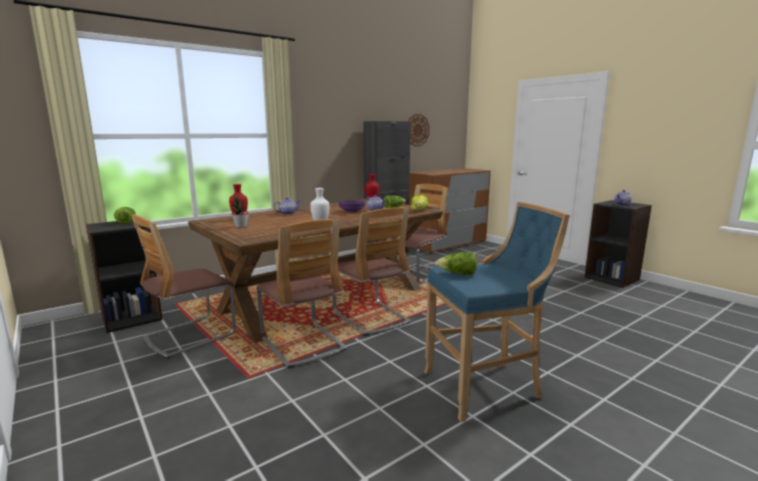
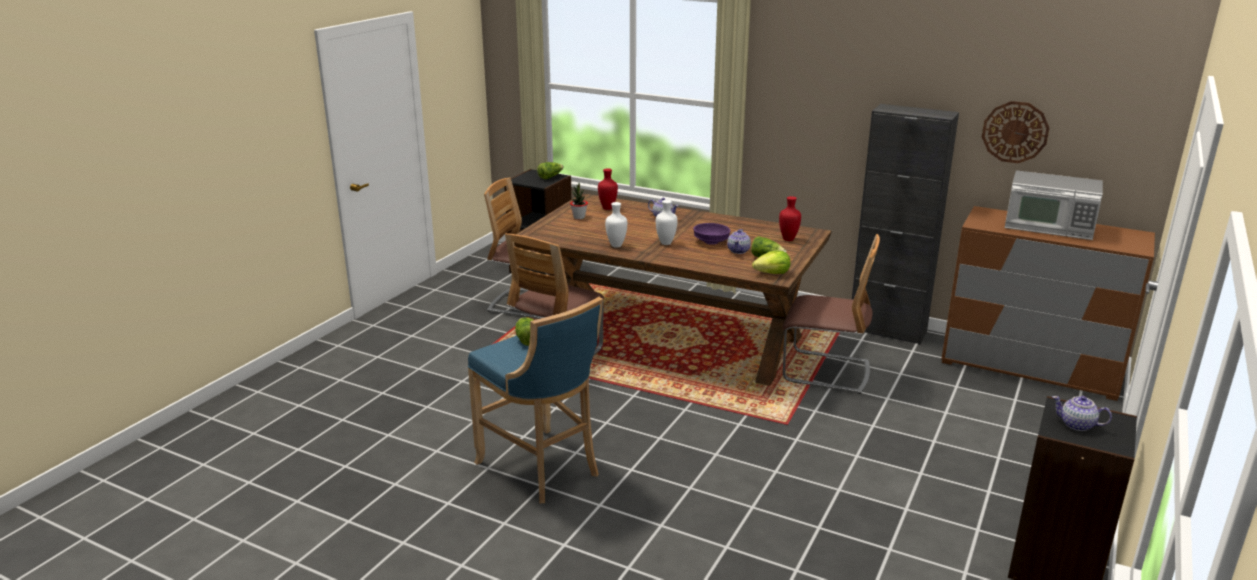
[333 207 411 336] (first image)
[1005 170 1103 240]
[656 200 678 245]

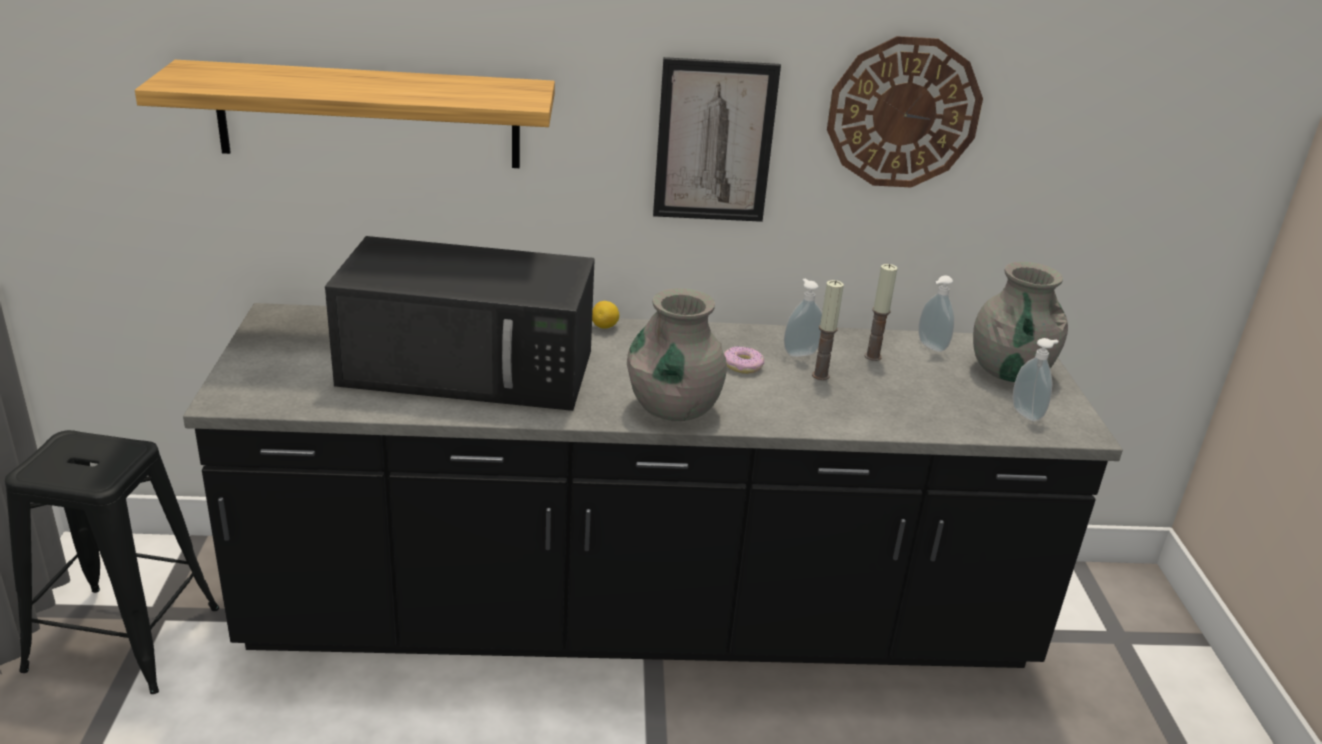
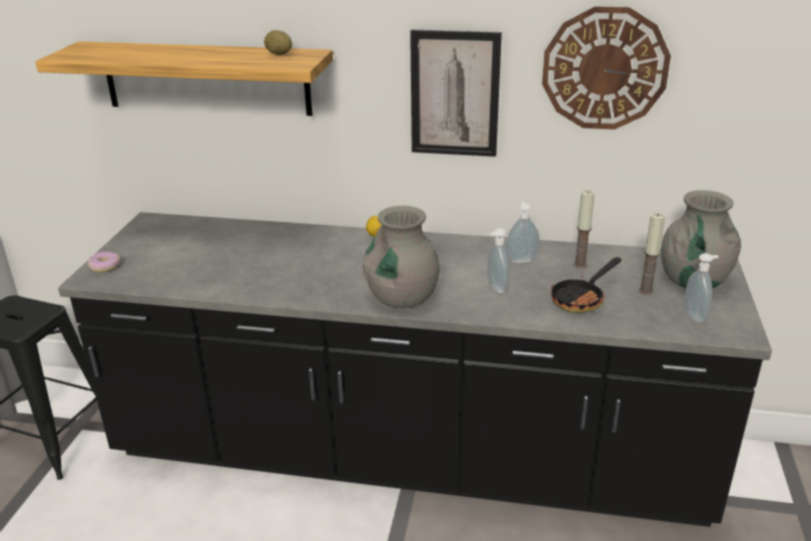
[325 236 595 411] (first image)
[488 228 509 294]
[639 213 665 295]
[87 251 120 272]
[264 30 292 55]
[551 257 621 313]

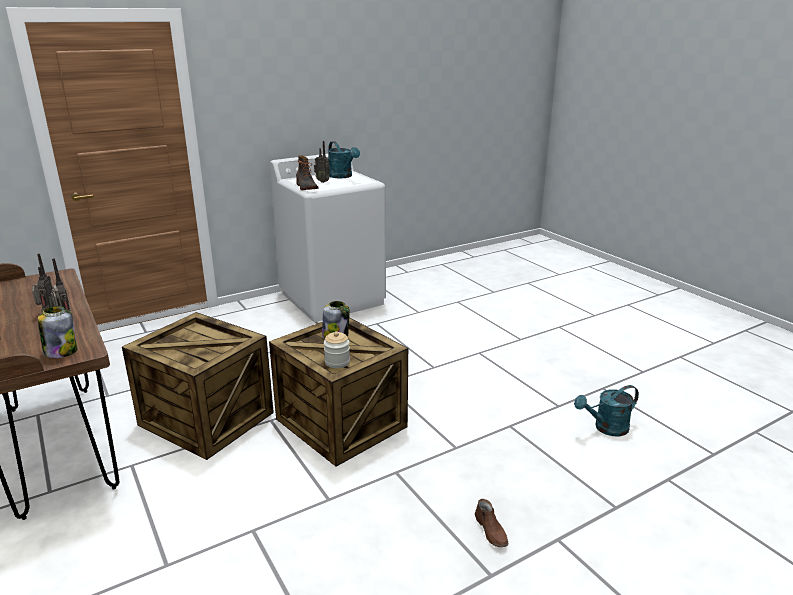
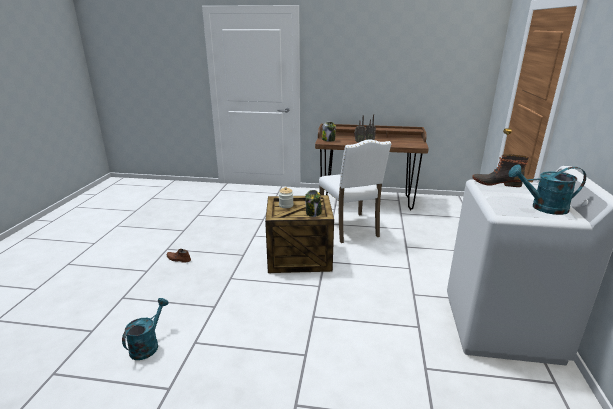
[314 141 330 183] (first image)
[319 139 391 243]

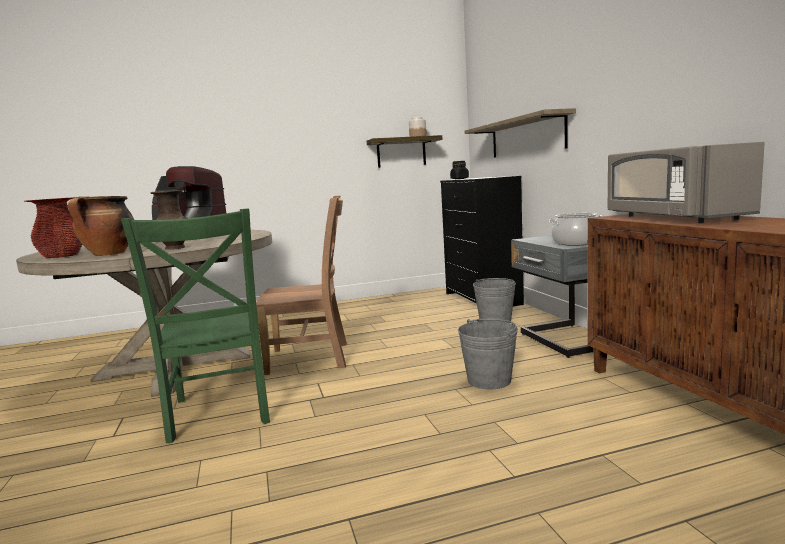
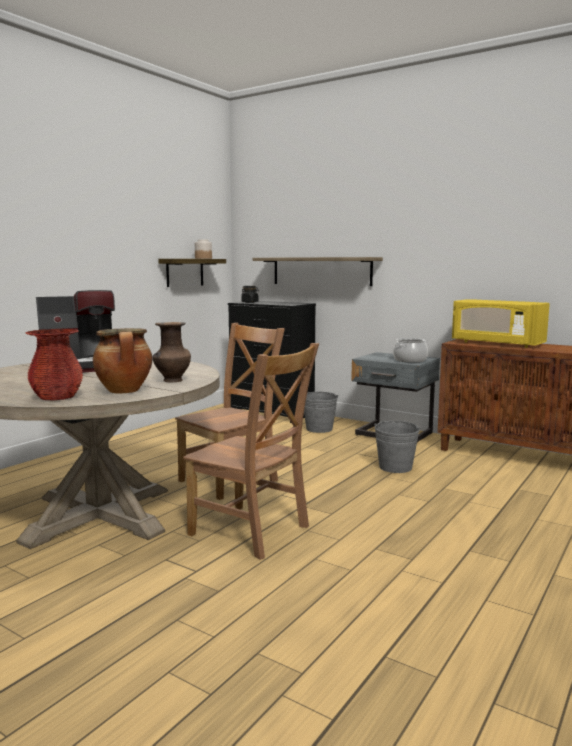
[452 299 550 348]
[183 343 319 560]

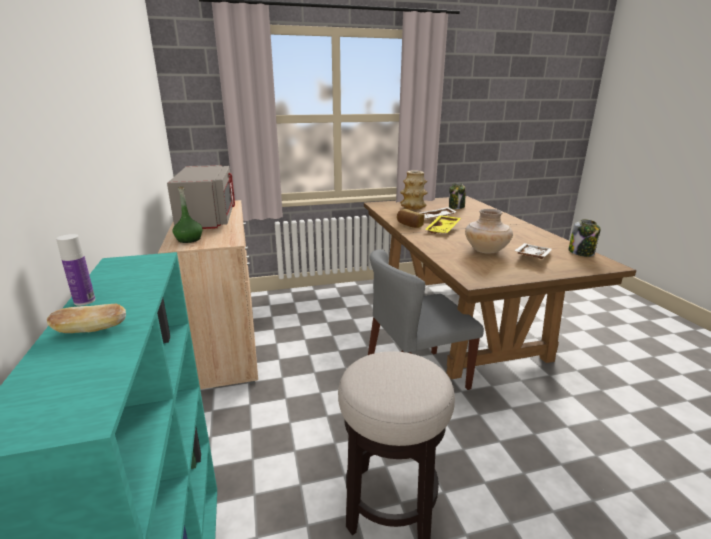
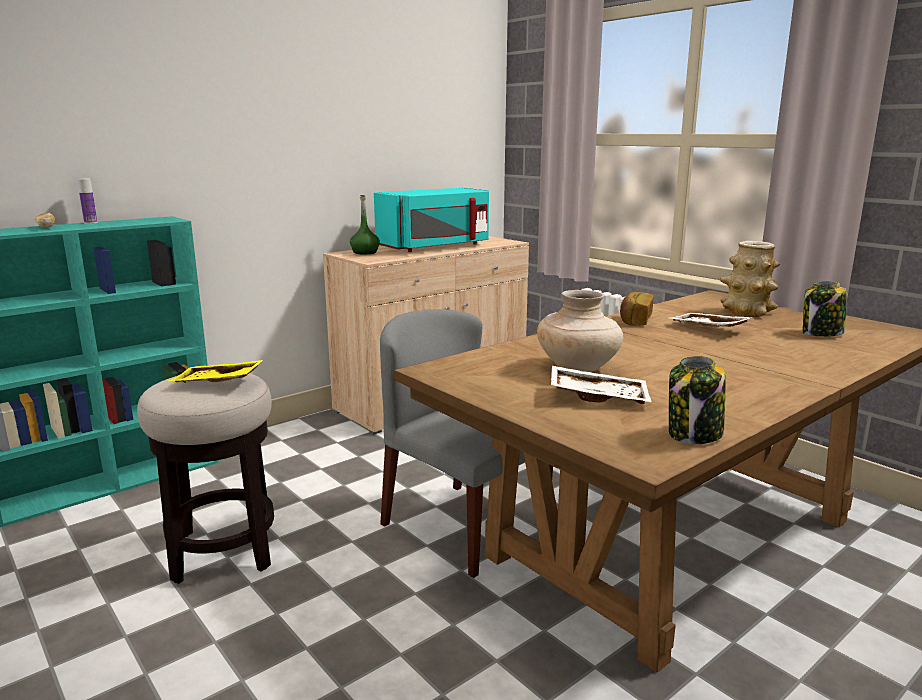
[374 188 489 252]
[169 360 264 383]

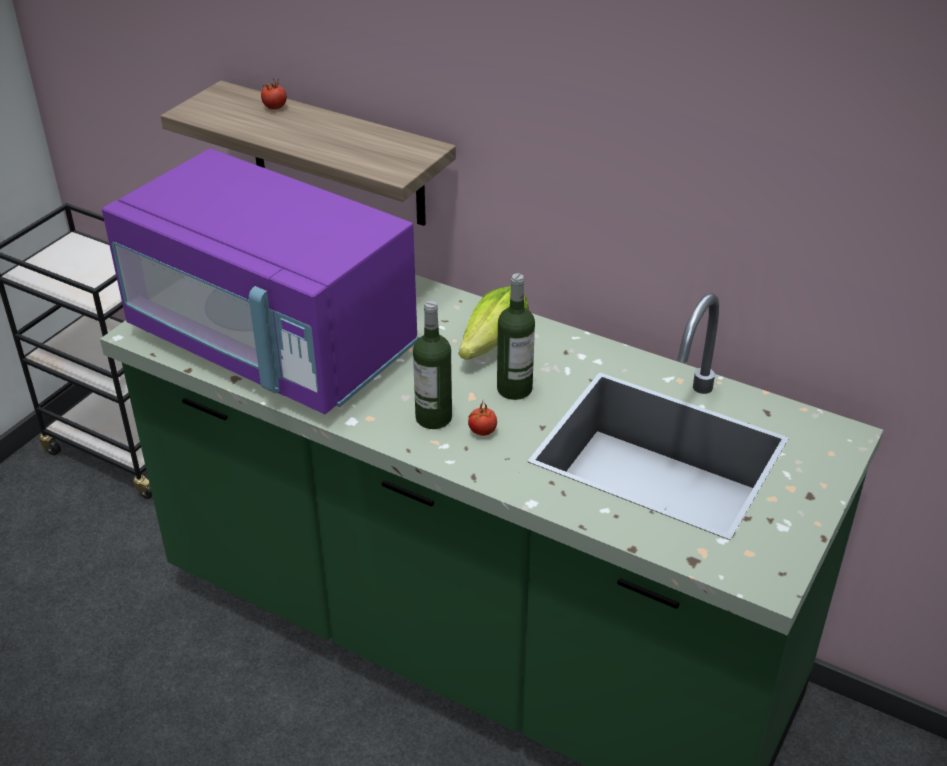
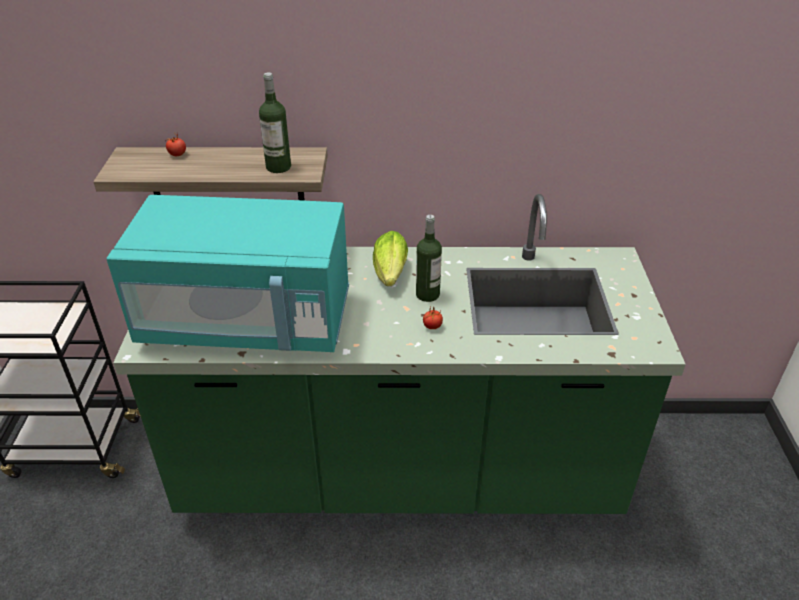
[106 195 349 352]
[259 73 291 173]

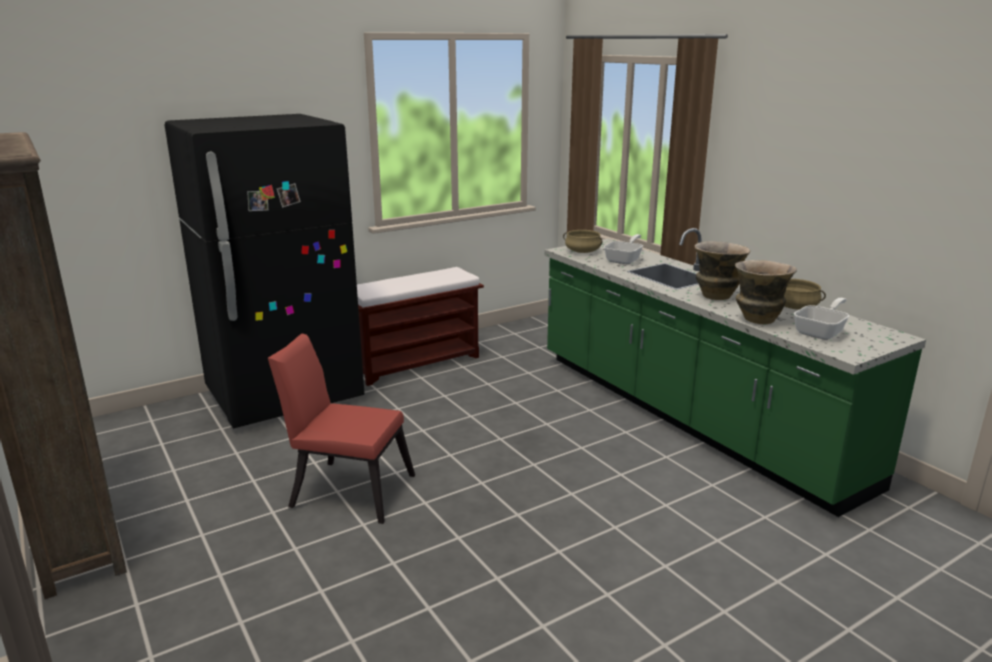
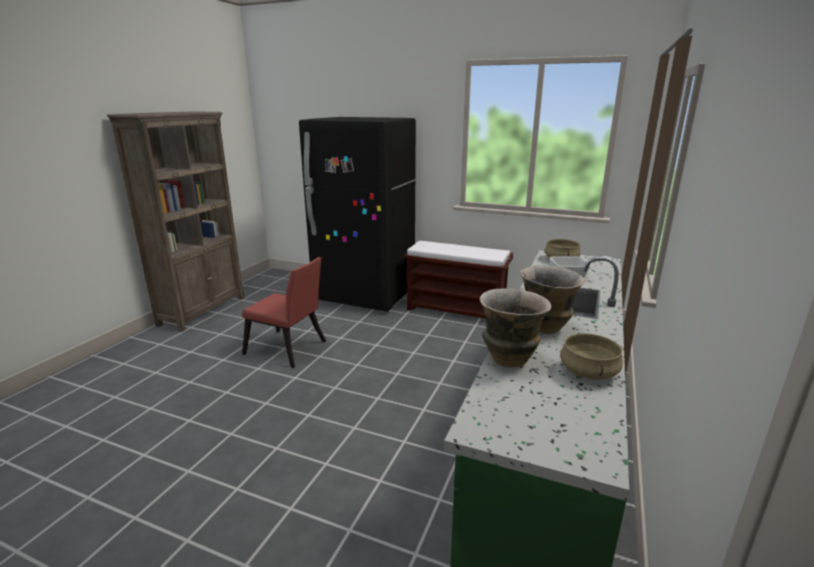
[794 298 850 340] (first image)
[242 257 326 368]

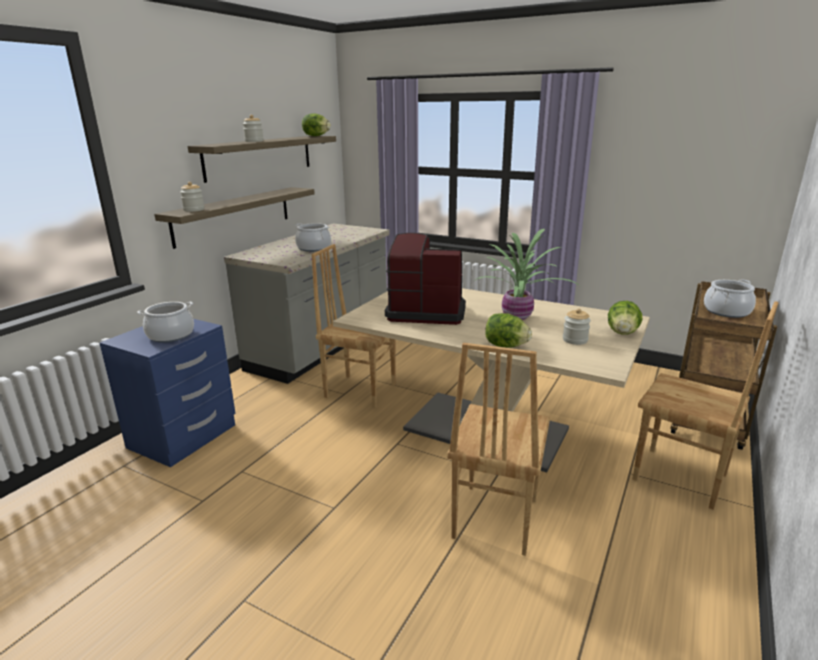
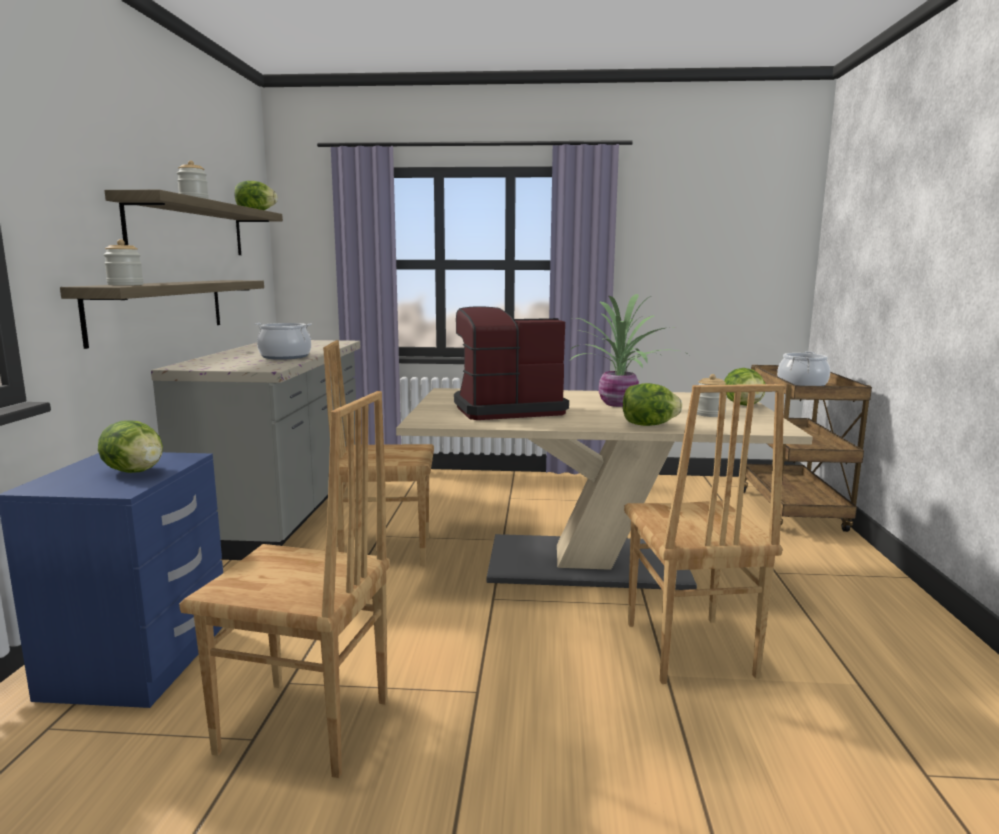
[179 391 390 778]
[98 421 163 473]

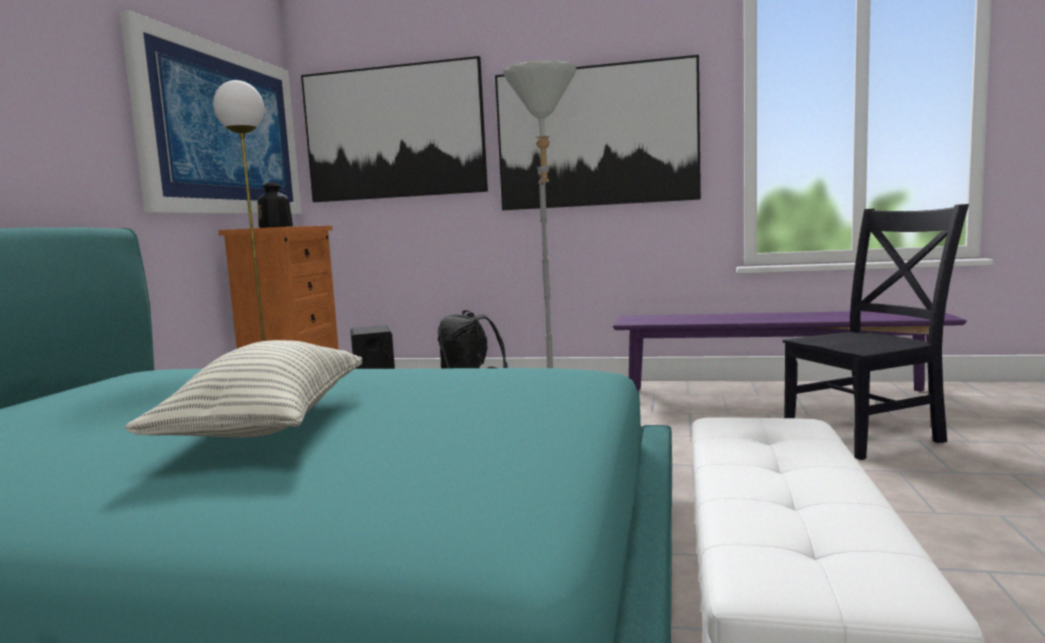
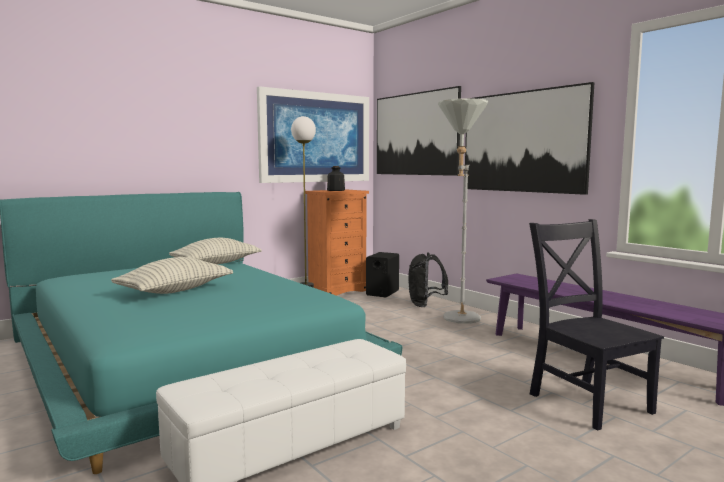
[529 219 664 431]
[169 238 261 264]

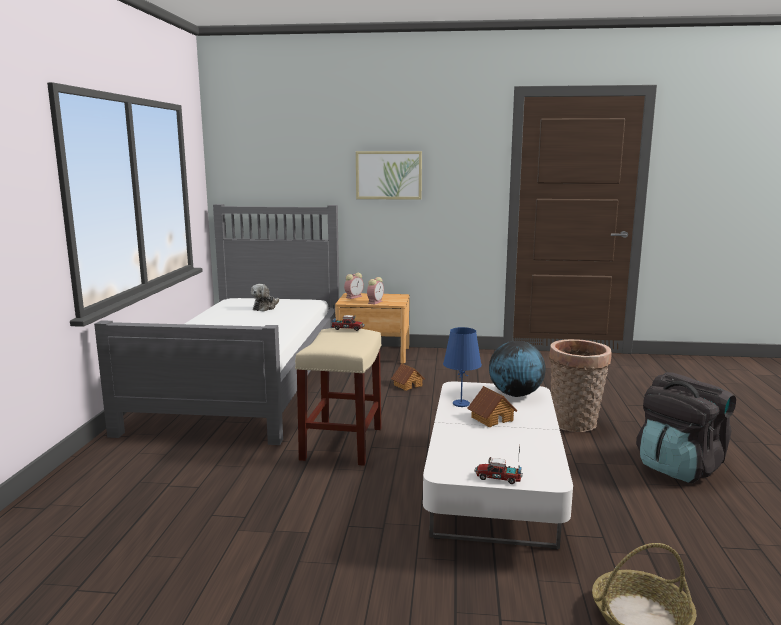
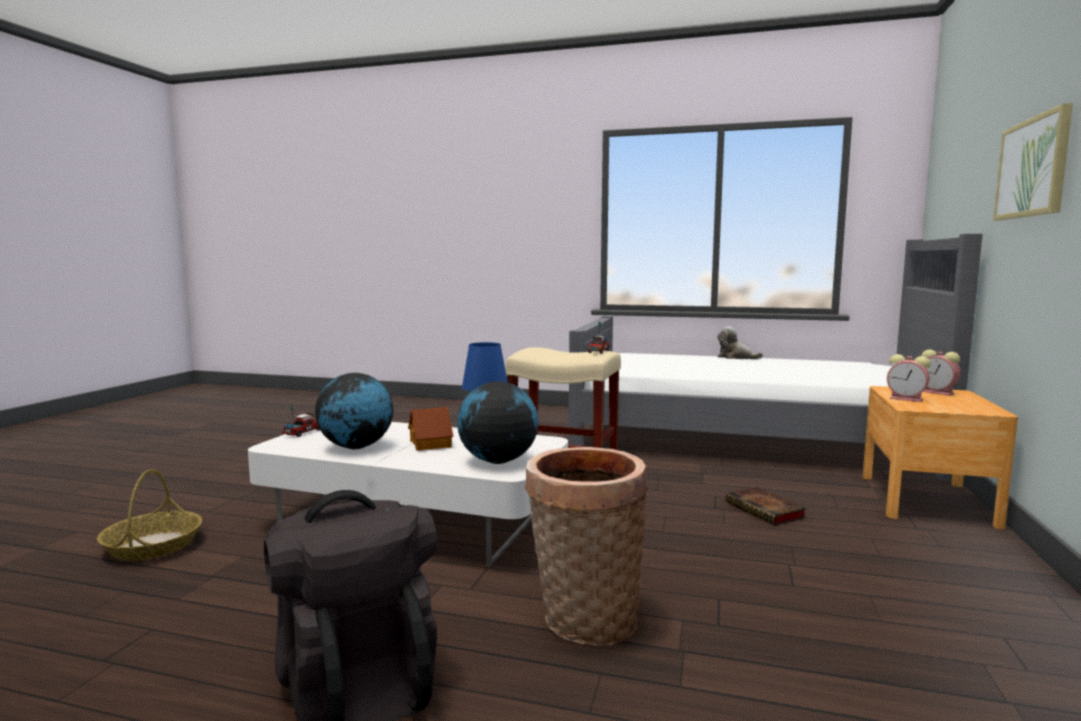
[717 327 763 359]
[726 487 807 525]
[315 373 393 449]

